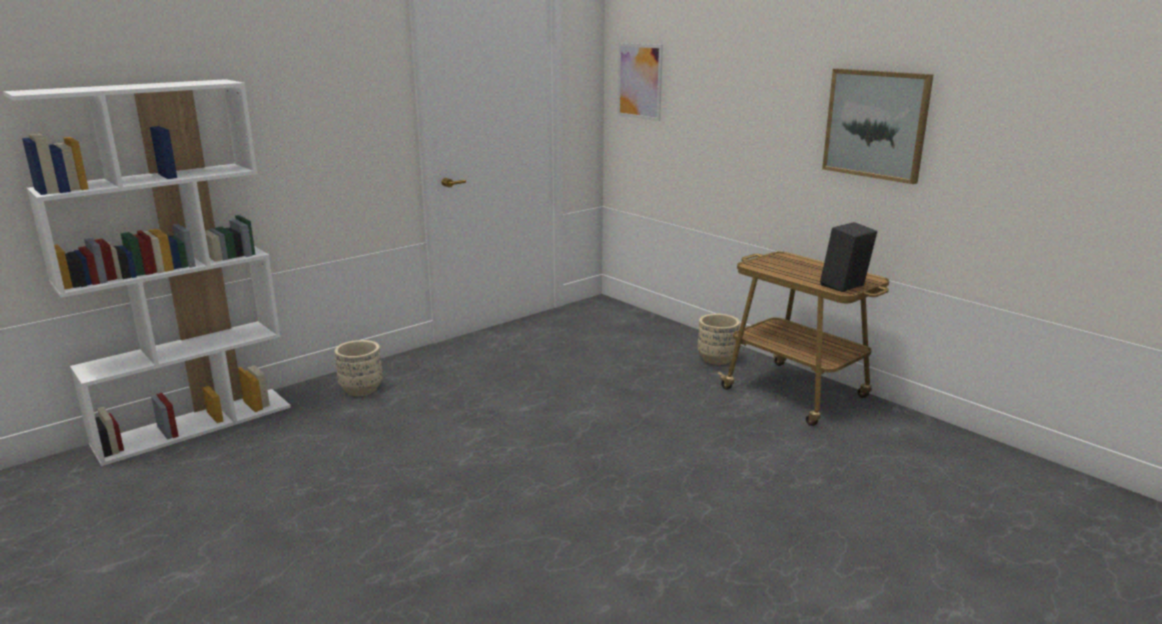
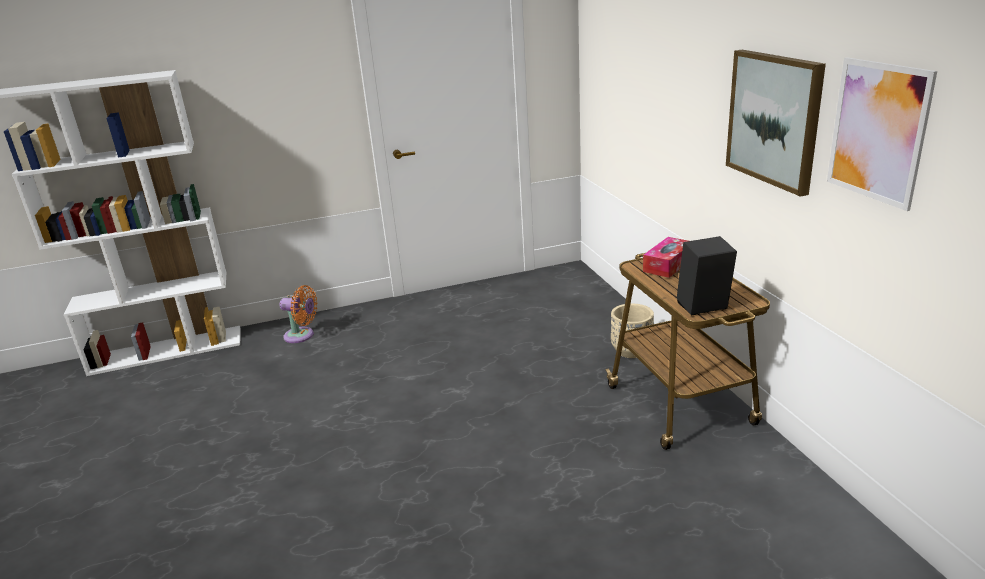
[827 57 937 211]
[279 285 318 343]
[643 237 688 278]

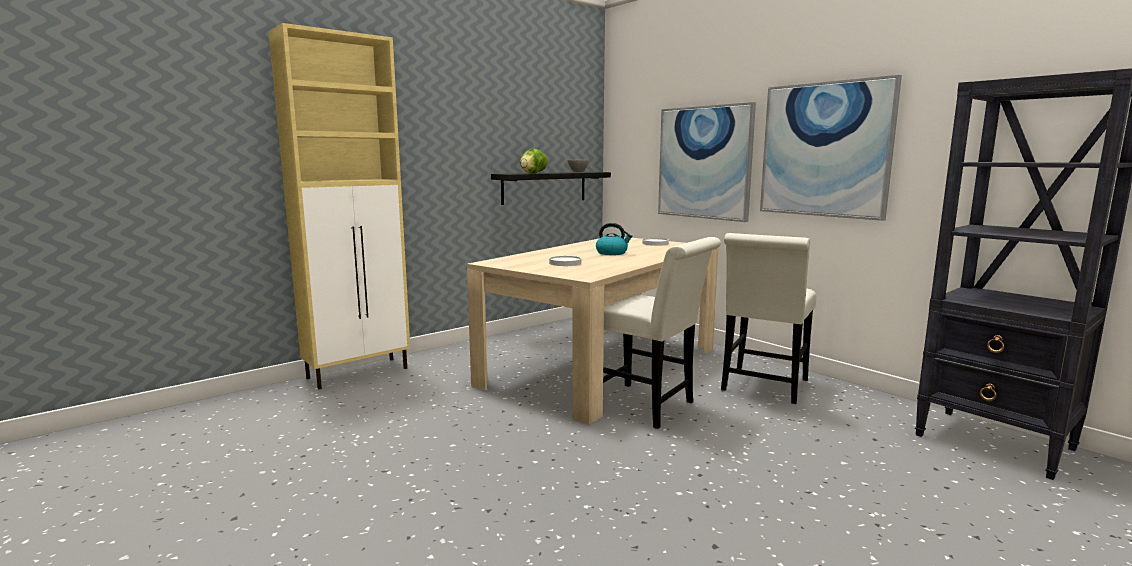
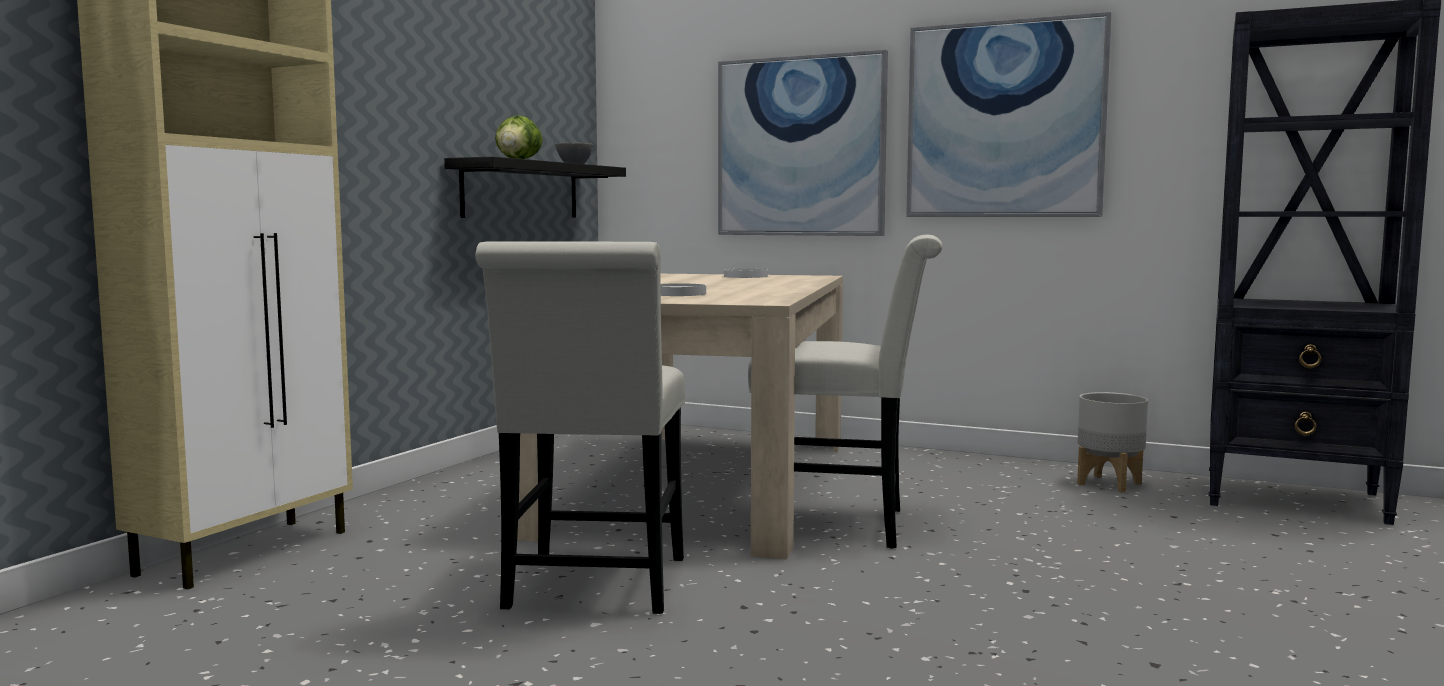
[596 223 632 255] (first image)
[475 241 685 614]
[1077 392 1148 493]

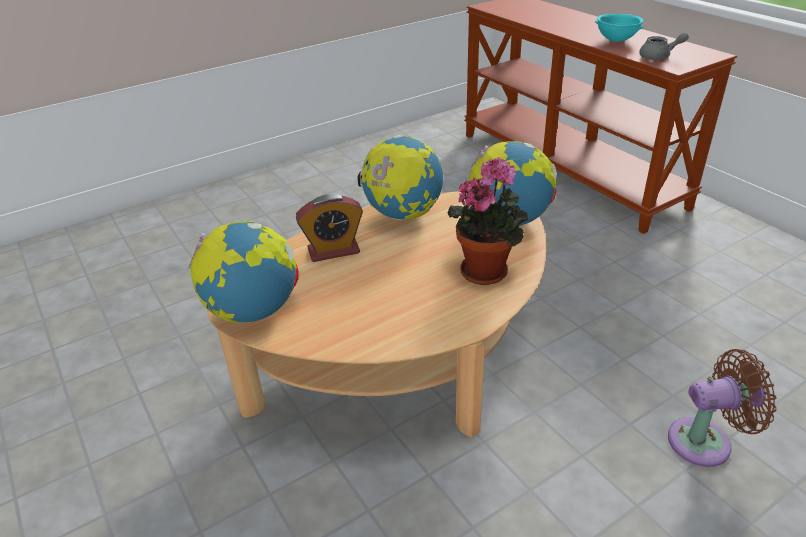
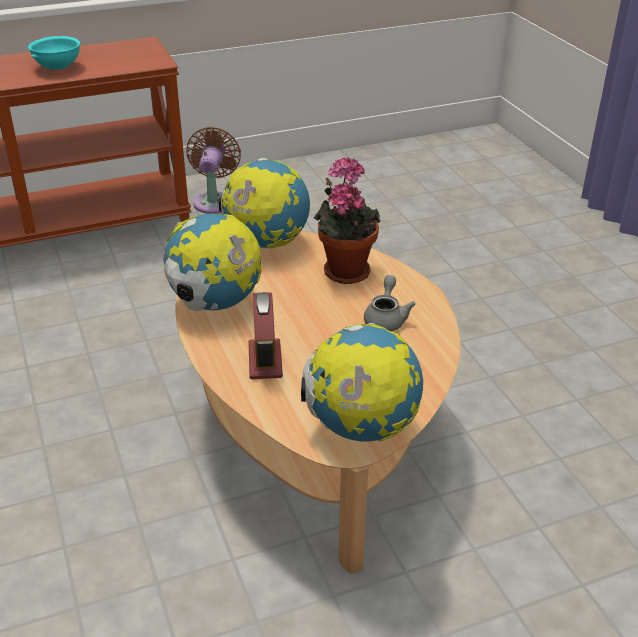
[364 275 416 331]
[186 127 241 214]

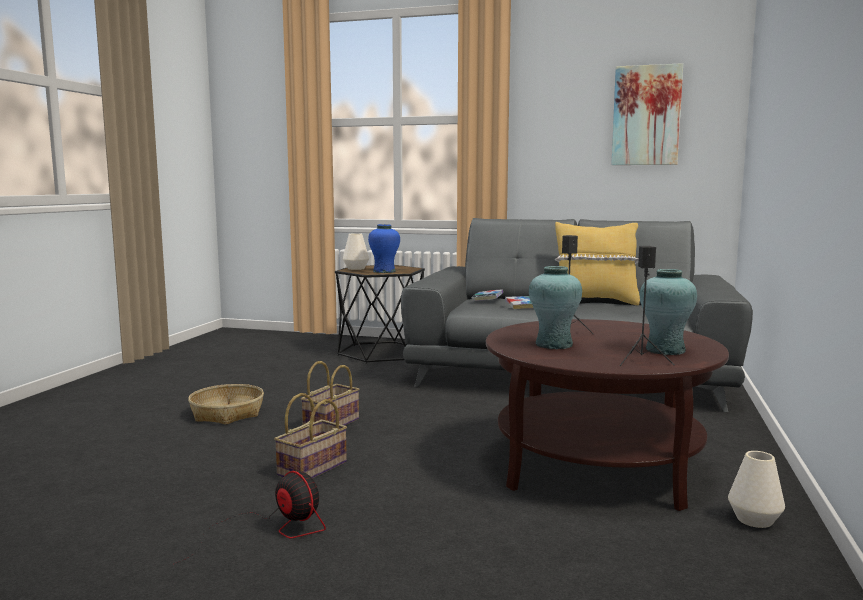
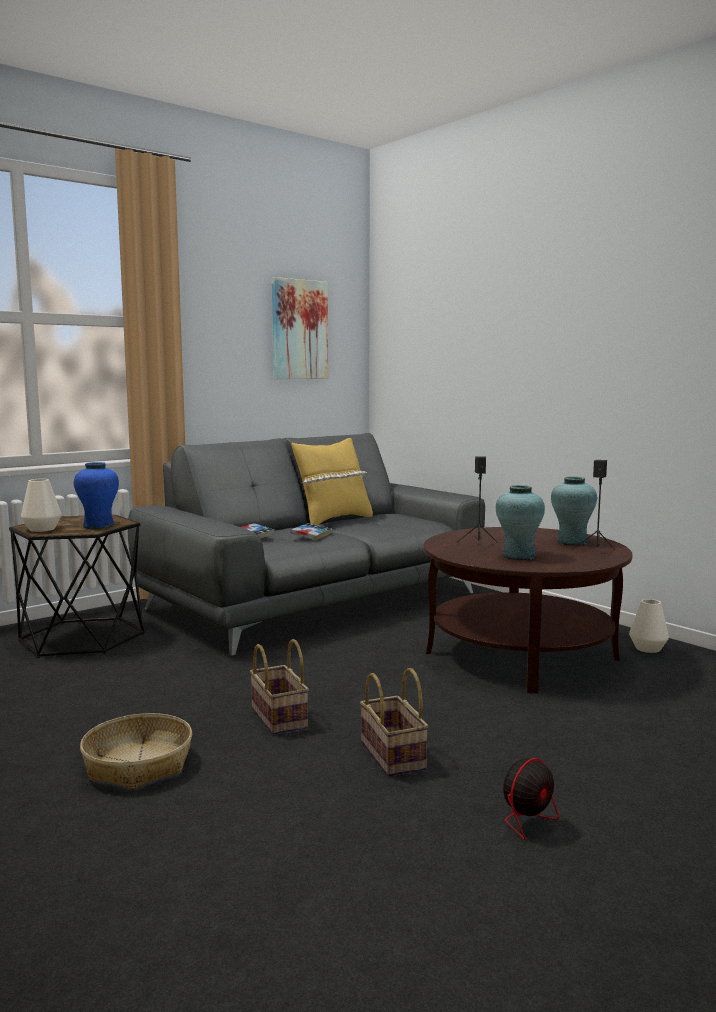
[451 758 559 840]

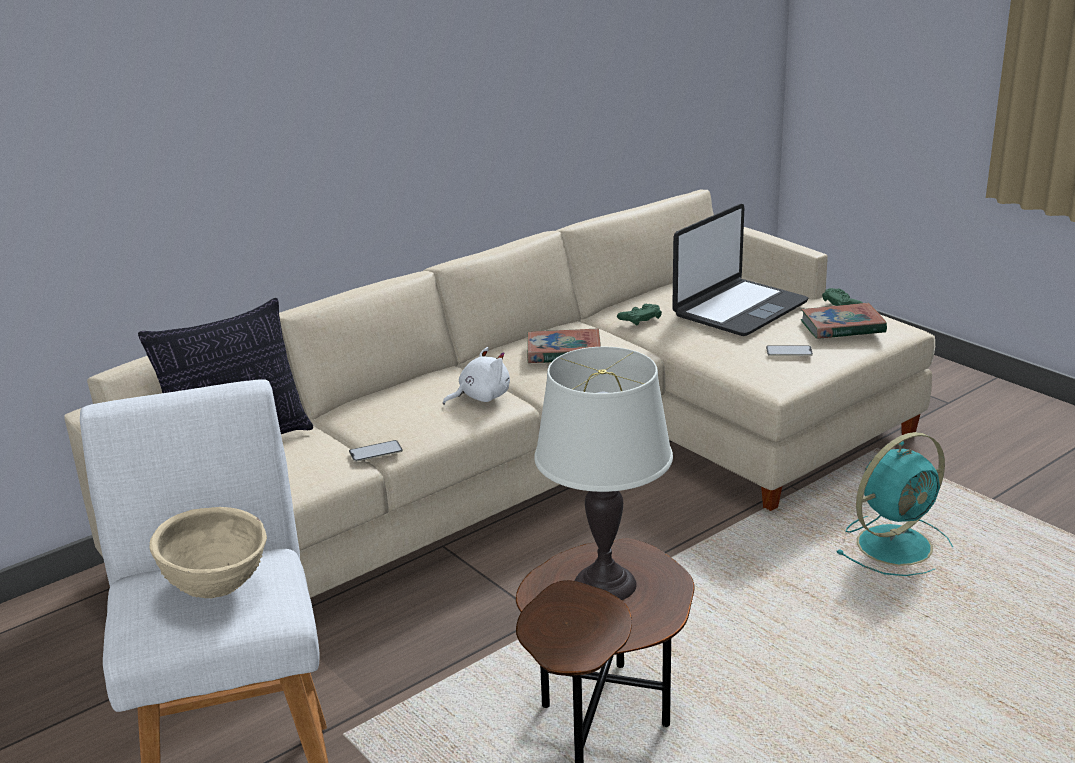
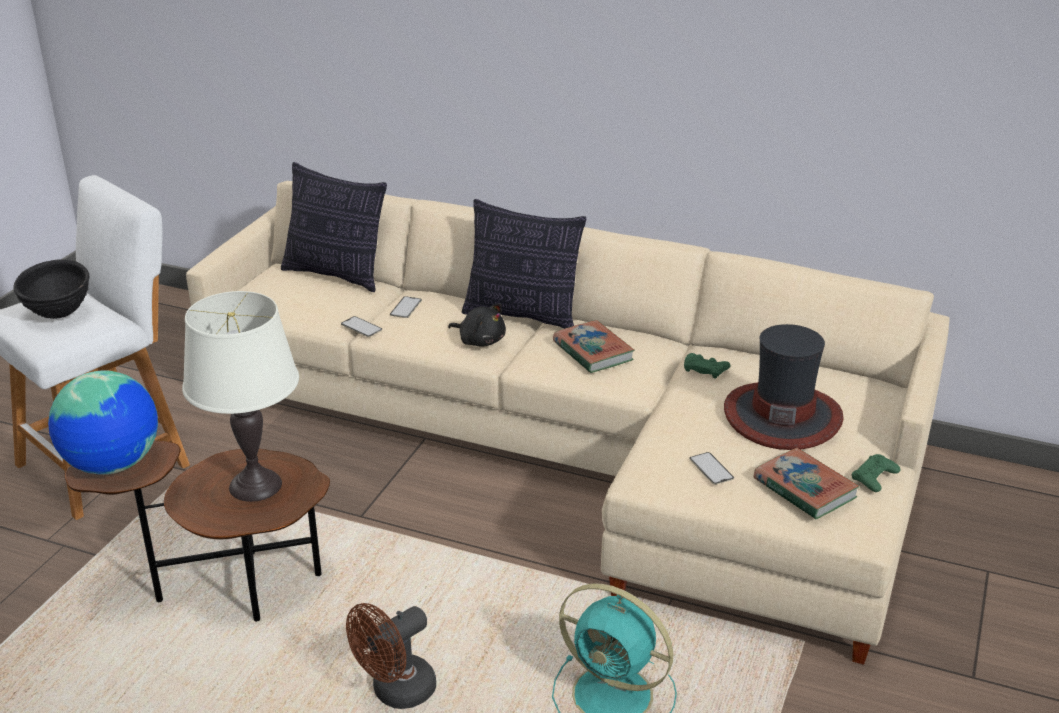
[724 324 844 450]
[448 303 506 347]
[13 260 90 319]
[462 199 586 329]
[390 296 422 318]
[48 371 158 475]
[346 603 436 709]

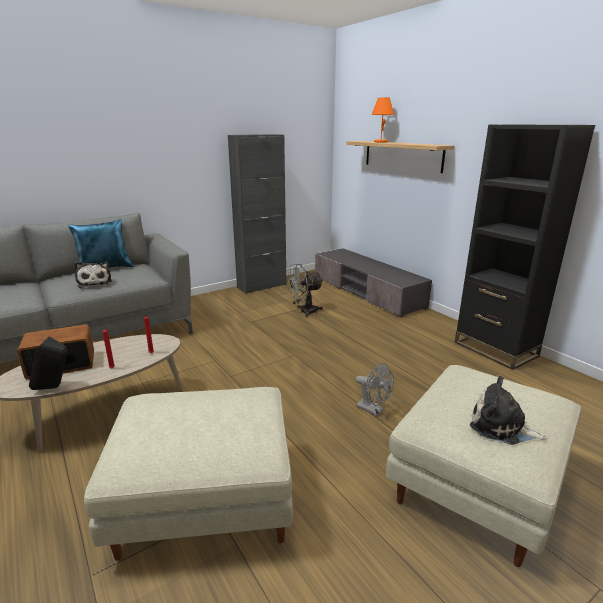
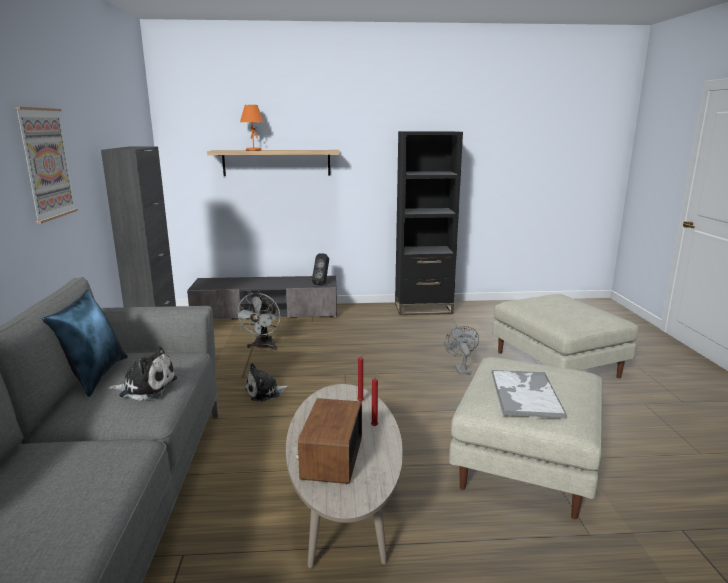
[312 253 329 285]
[444 326 479 375]
[245 363 289 402]
[14 107 78 224]
[491 370 567 418]

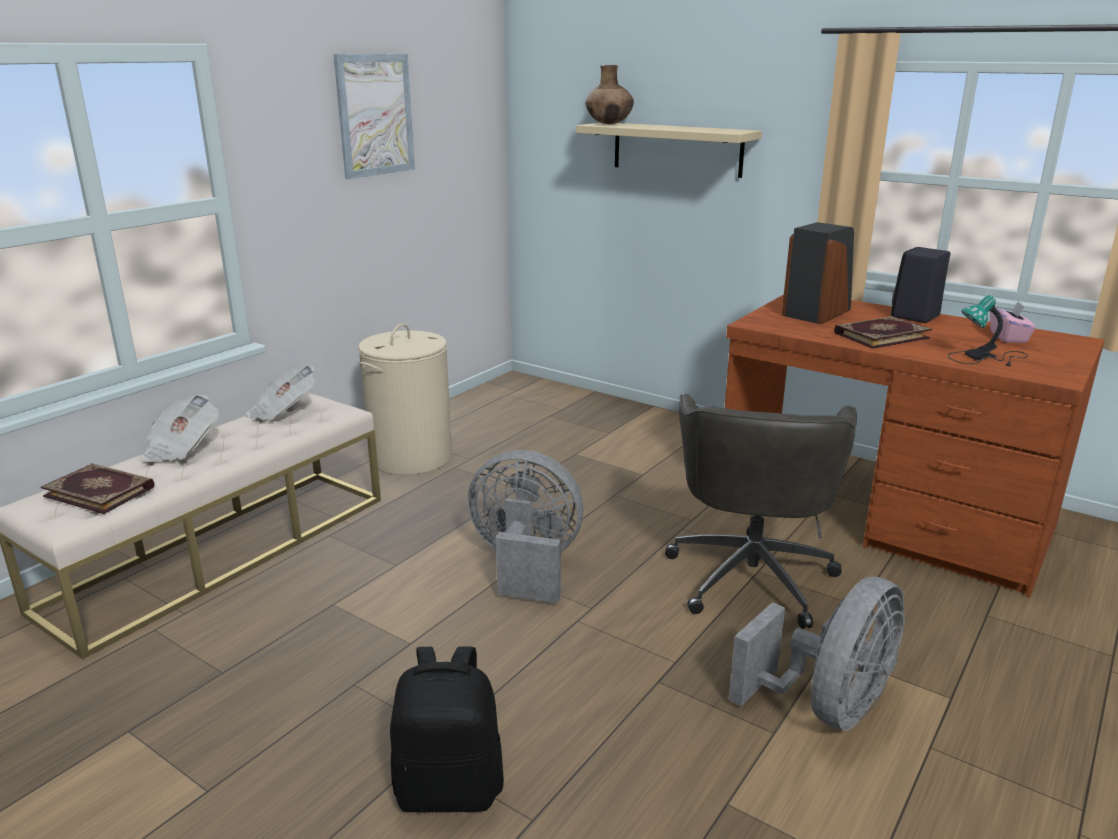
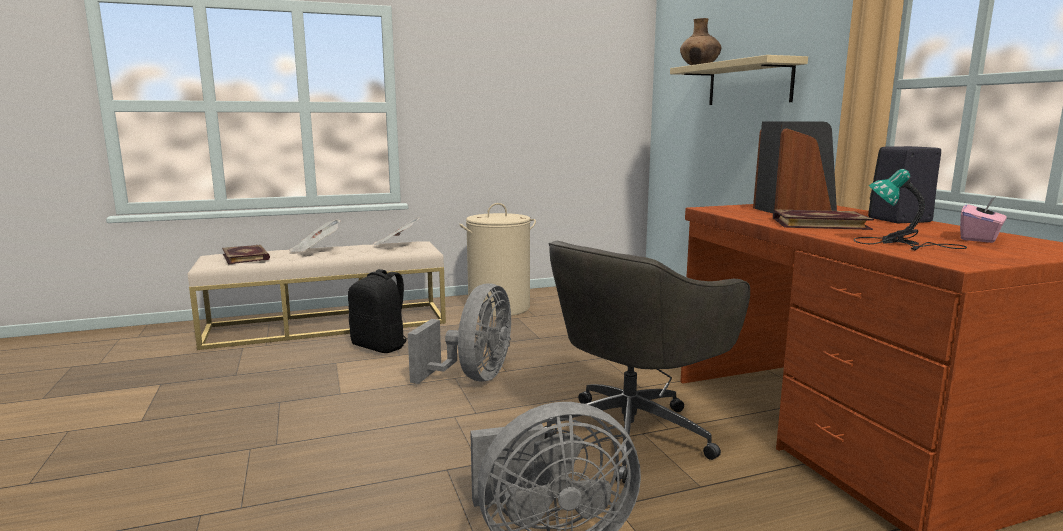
[334 54 415 179] (first image)
[408 283 511 384]
[348 269 408 353]

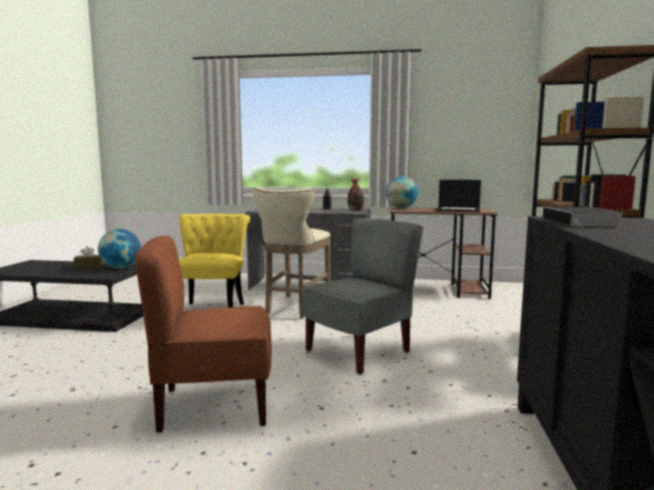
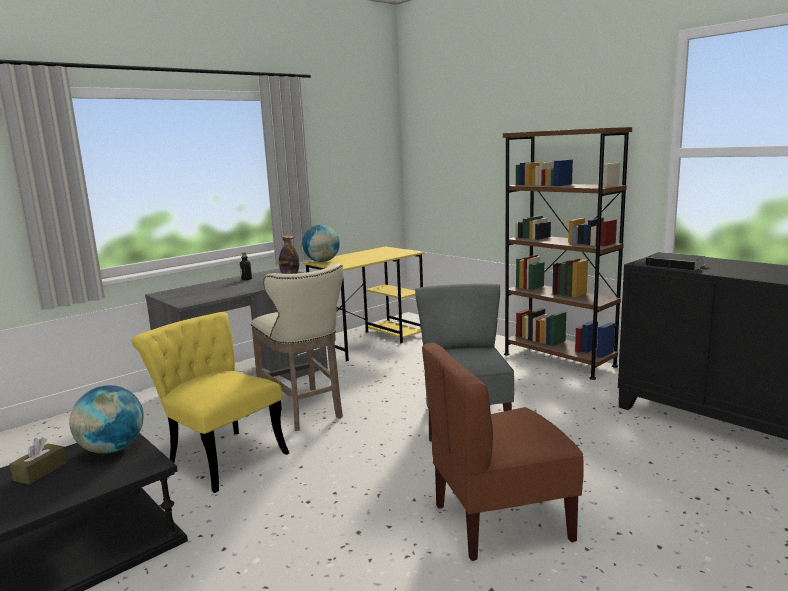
[436 180 481 212] (first image)
[303 246 424 362]
[422 343 584 561]

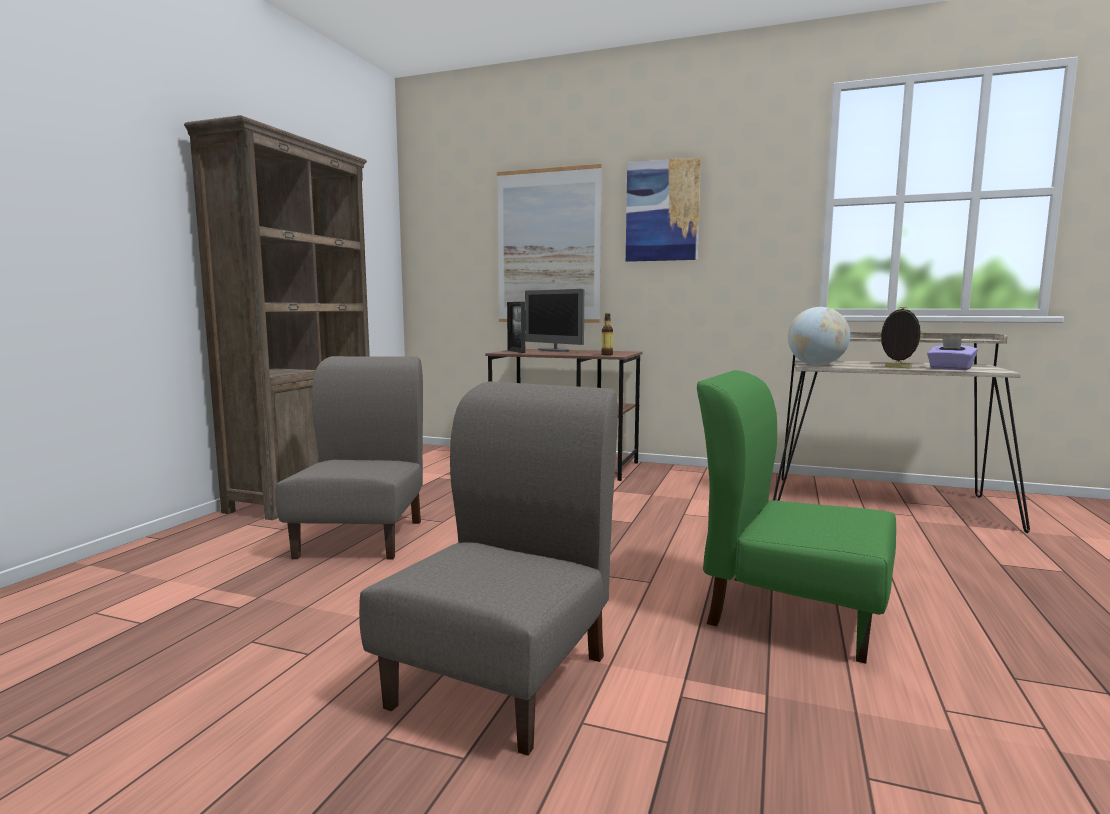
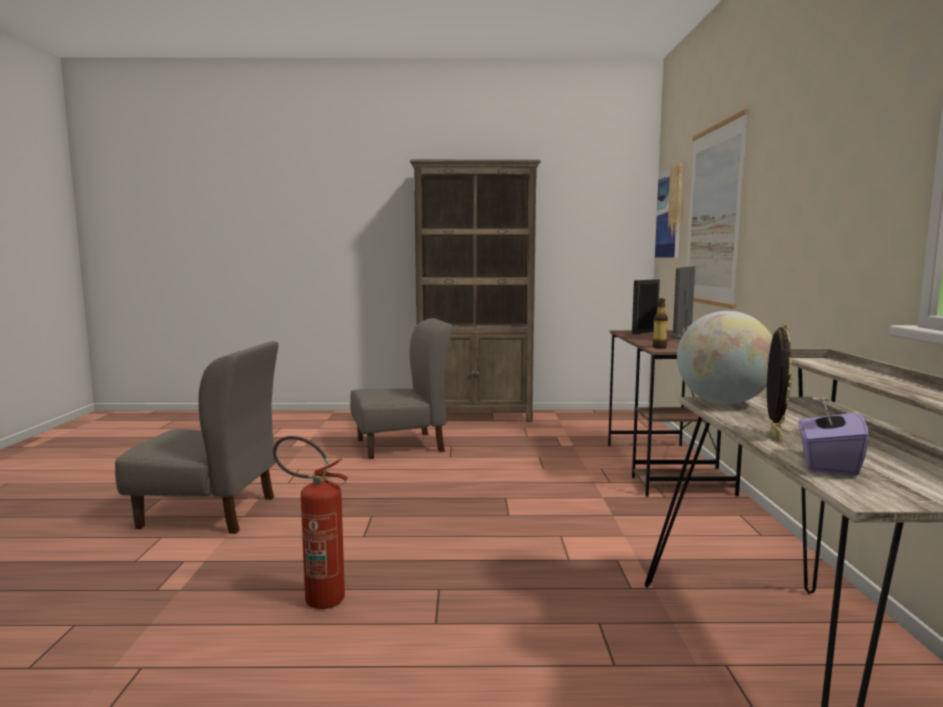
[655 164 683 258]
[273 436 348 609]

